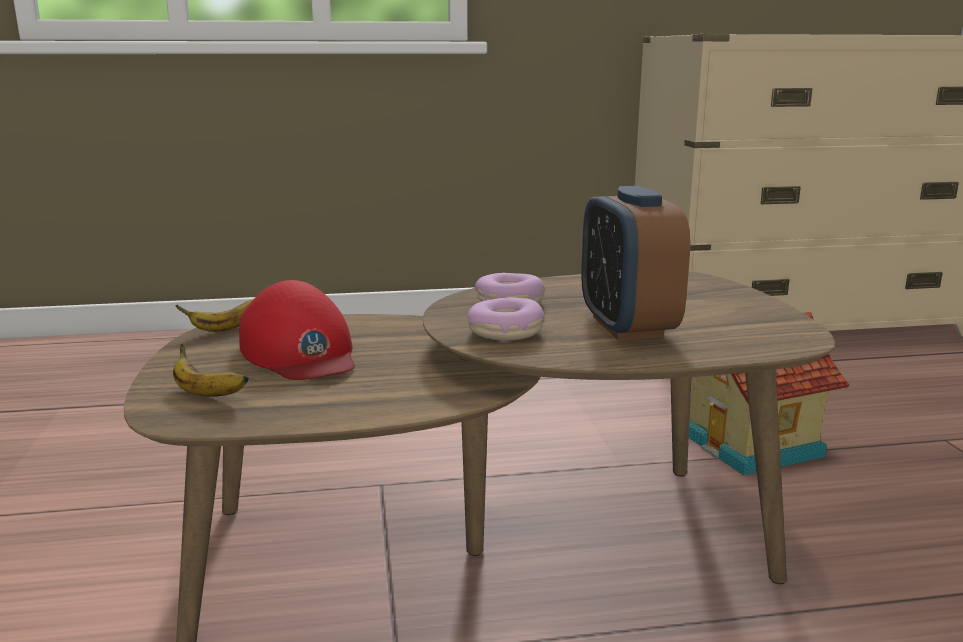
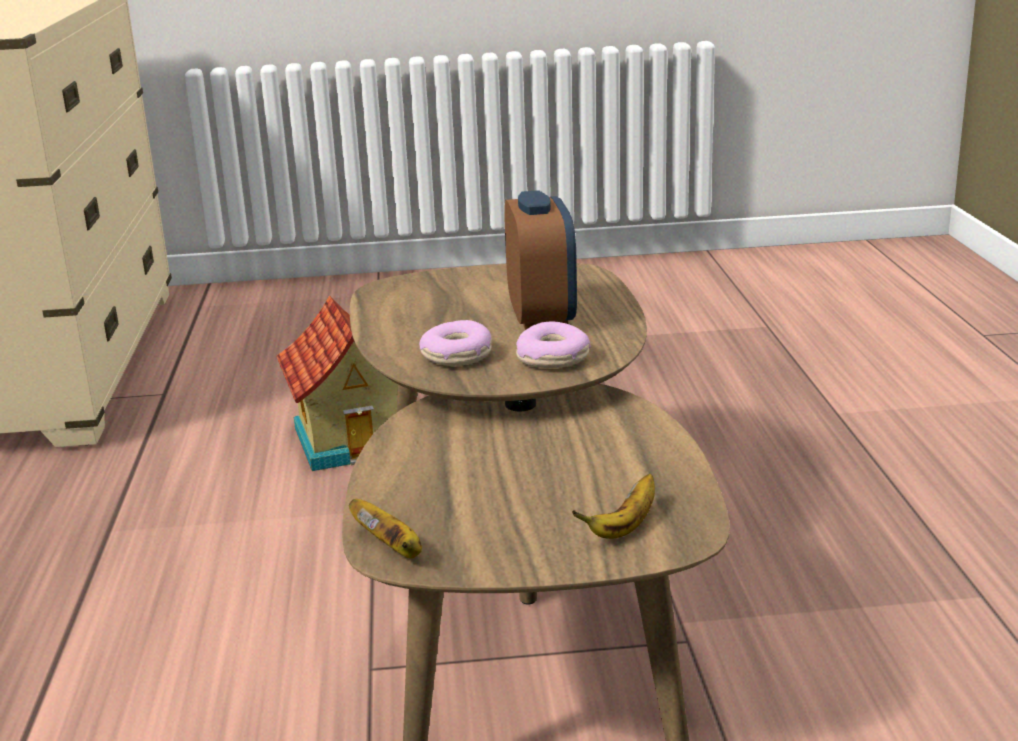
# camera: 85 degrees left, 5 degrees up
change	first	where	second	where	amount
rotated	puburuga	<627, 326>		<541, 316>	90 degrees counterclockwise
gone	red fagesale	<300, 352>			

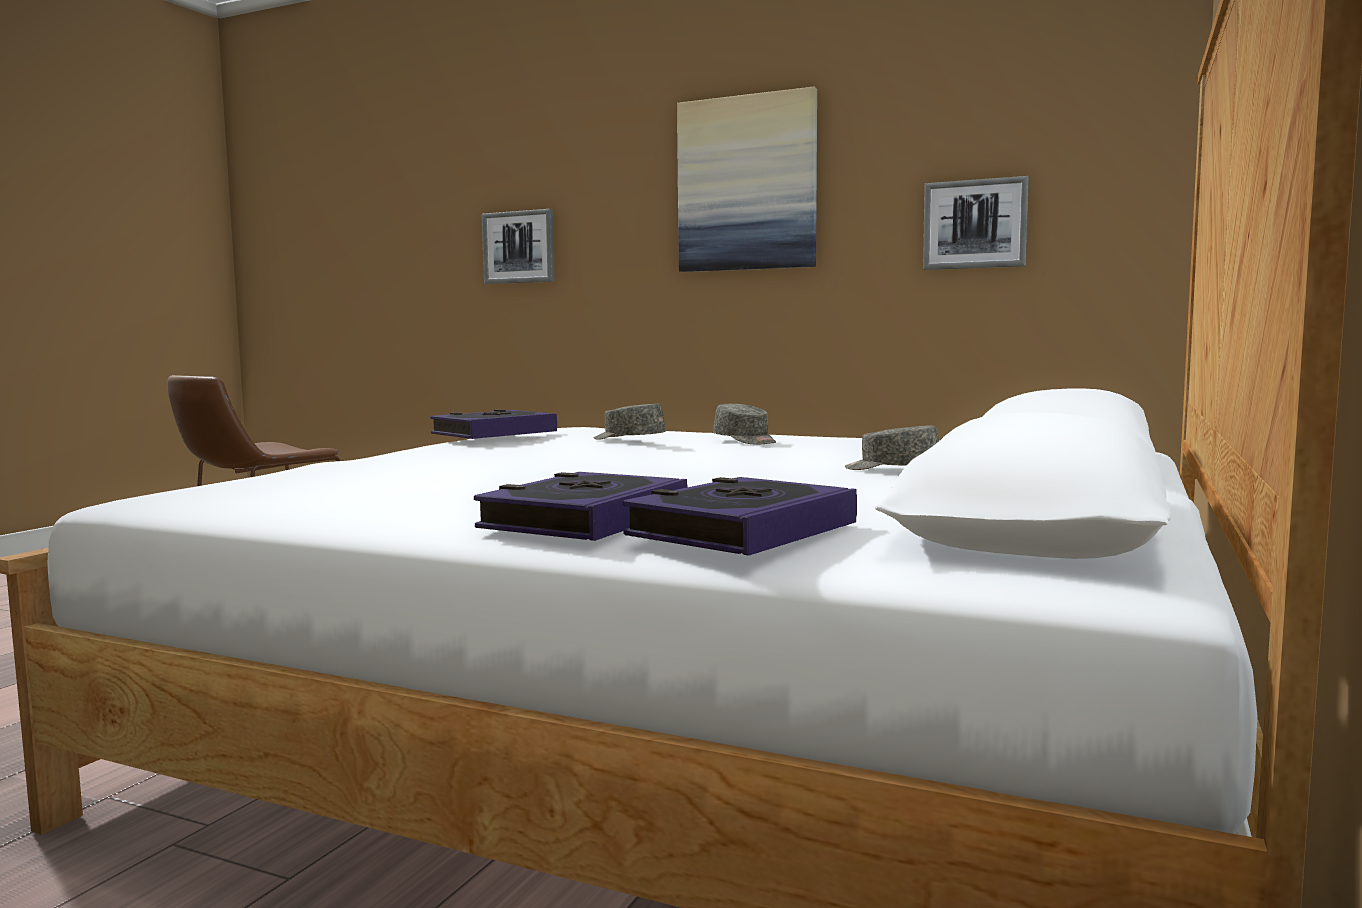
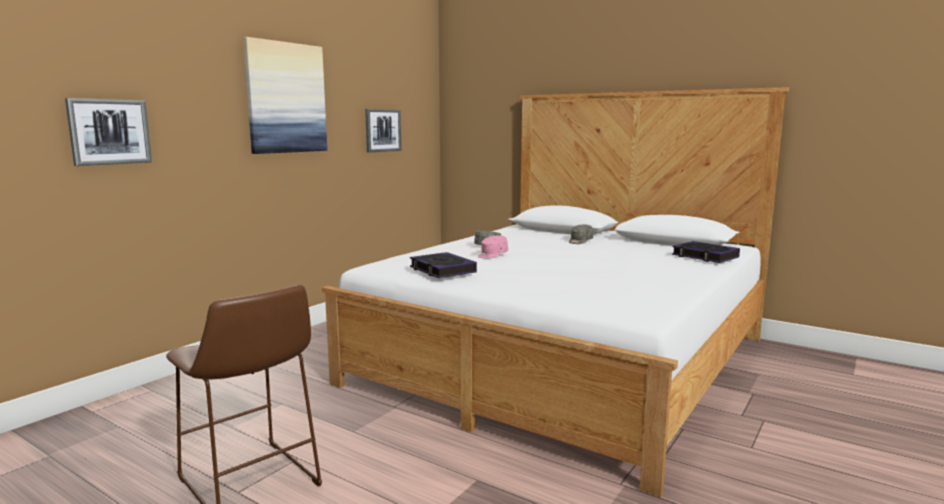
# camera: 80 degrees left, 5 degrees up
change	first	where	second	where	amount
repainted	grey fagesale	<628, 439>	pink fagesale	<492, 255>	
gone	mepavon	<585, 520>			

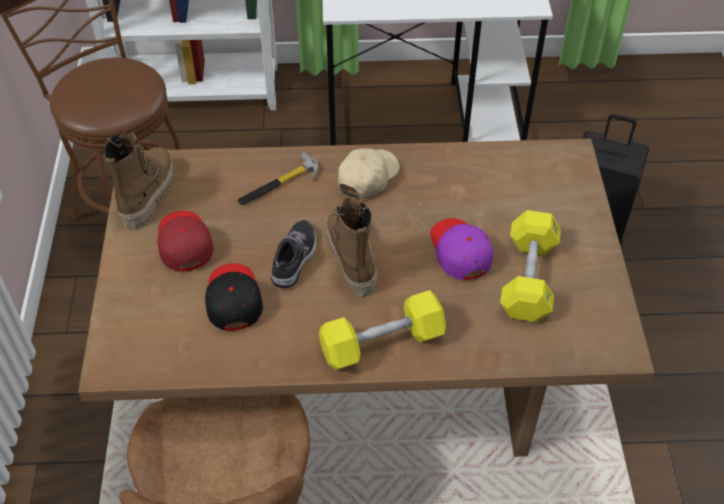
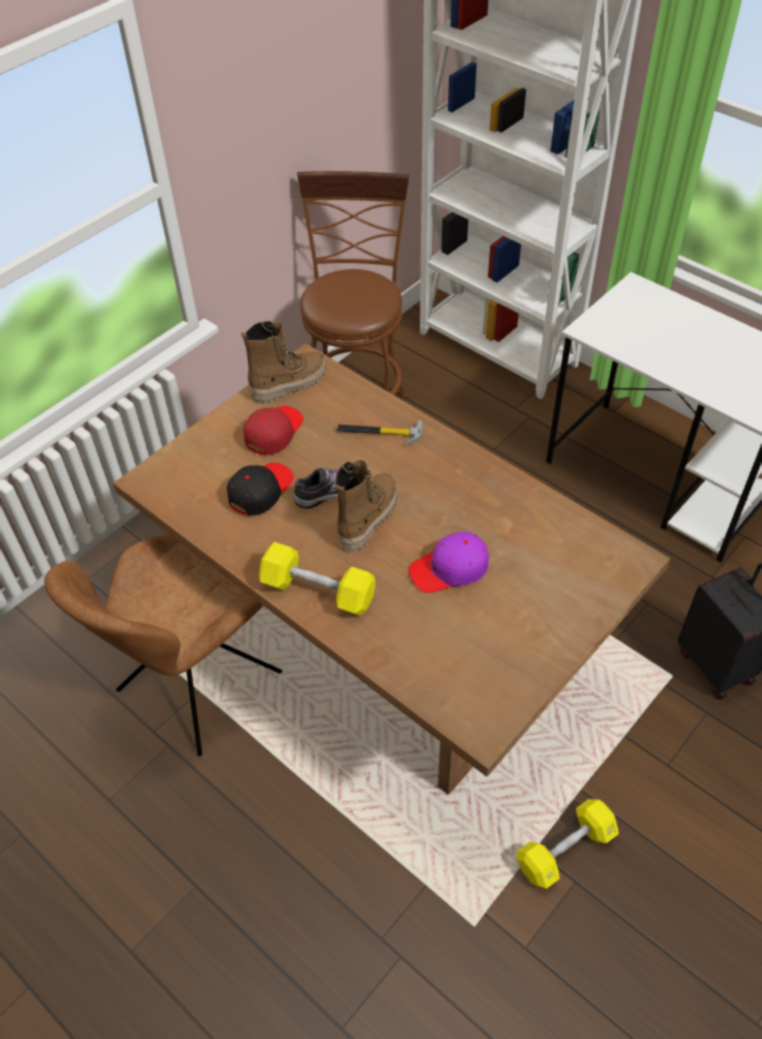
# camera: 45 degrees right, 0 degrees up
change	first	where	second	where	amount
gone	beige fagesale	<367, 177>			
shifted	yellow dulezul	<528, 278>		<565, 850>	
rotated	purple fagesale	<459, 252>		<449, 569>	135 degrees counterclockwise

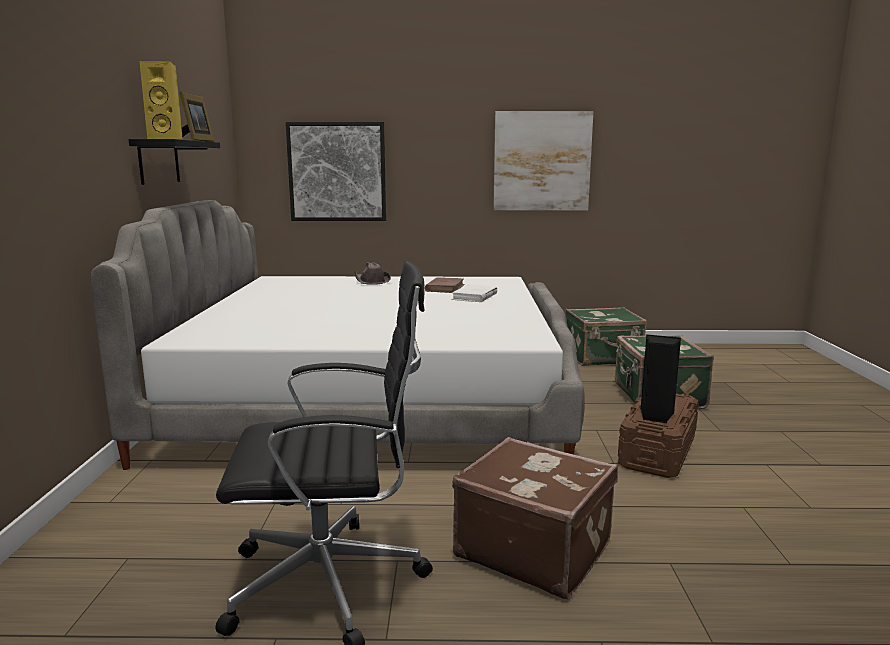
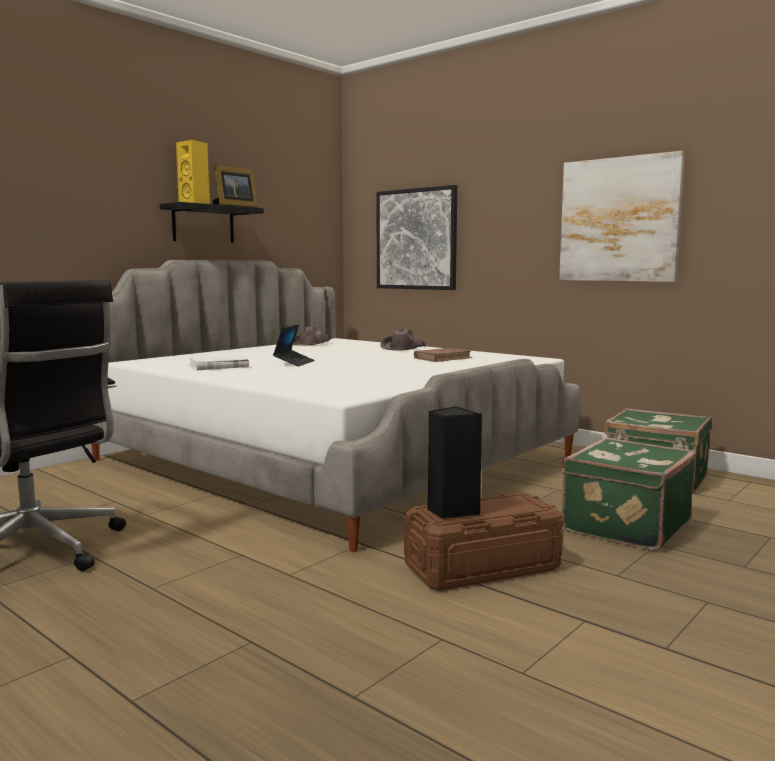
# camera: 40 degrees right, 5 degrees down
change	first	where	second	where	amount
shifted	white mepavon	<474, 296>		<218, 366>	
gone	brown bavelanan	<533, 549>			
new			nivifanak	<294, 363>	
new			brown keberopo	<312, 343>	

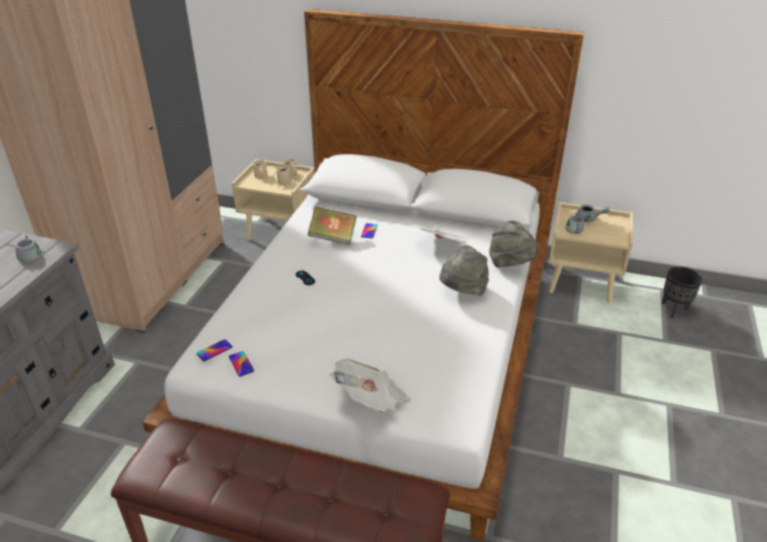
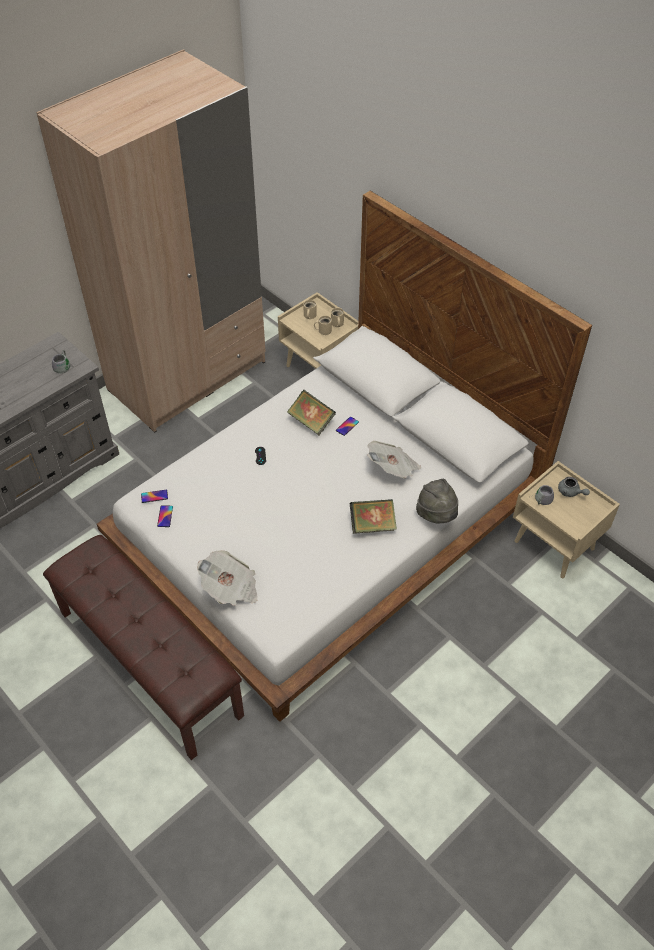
# camera: 30 degrees right, 15 degrees up
change	first	where	second	where	amount
swapped	grey keberopo	<463, 292>	mepavon	<372, 525>	
gone	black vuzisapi	<674, 310>			

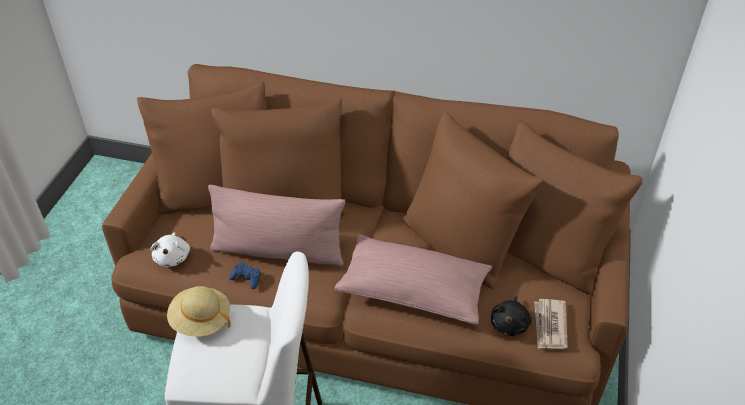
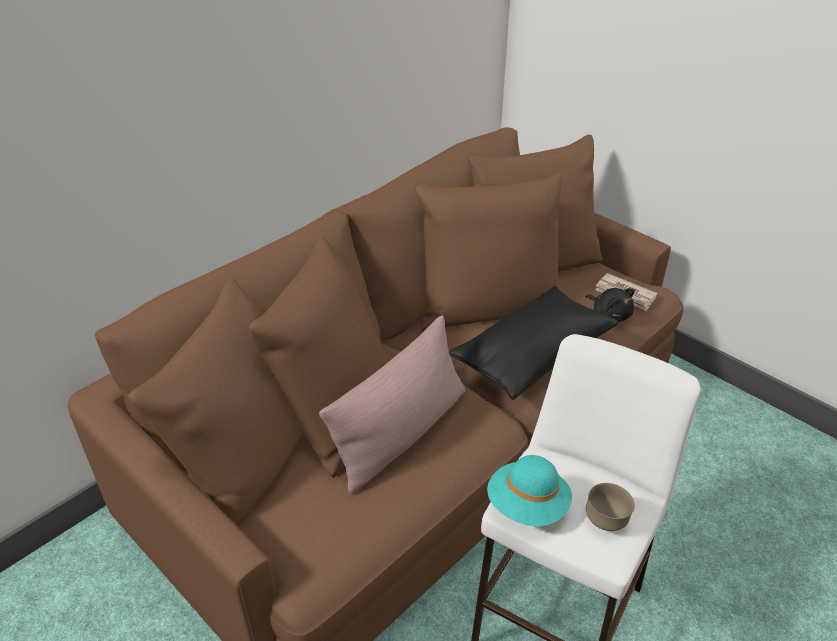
# camera: 60 degrees left, 5 degrees down
change	first	where	second	where	amount
gone	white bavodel	<173, 257>			
repainted	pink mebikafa	<413, 291>	black mebikafa	<532, 355>	
gone	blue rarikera	<246, 278>			
repainted	beige keberopo	<201, 321>	turquoise keberopo	<527, 506>	
new			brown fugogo	<606, 521>	

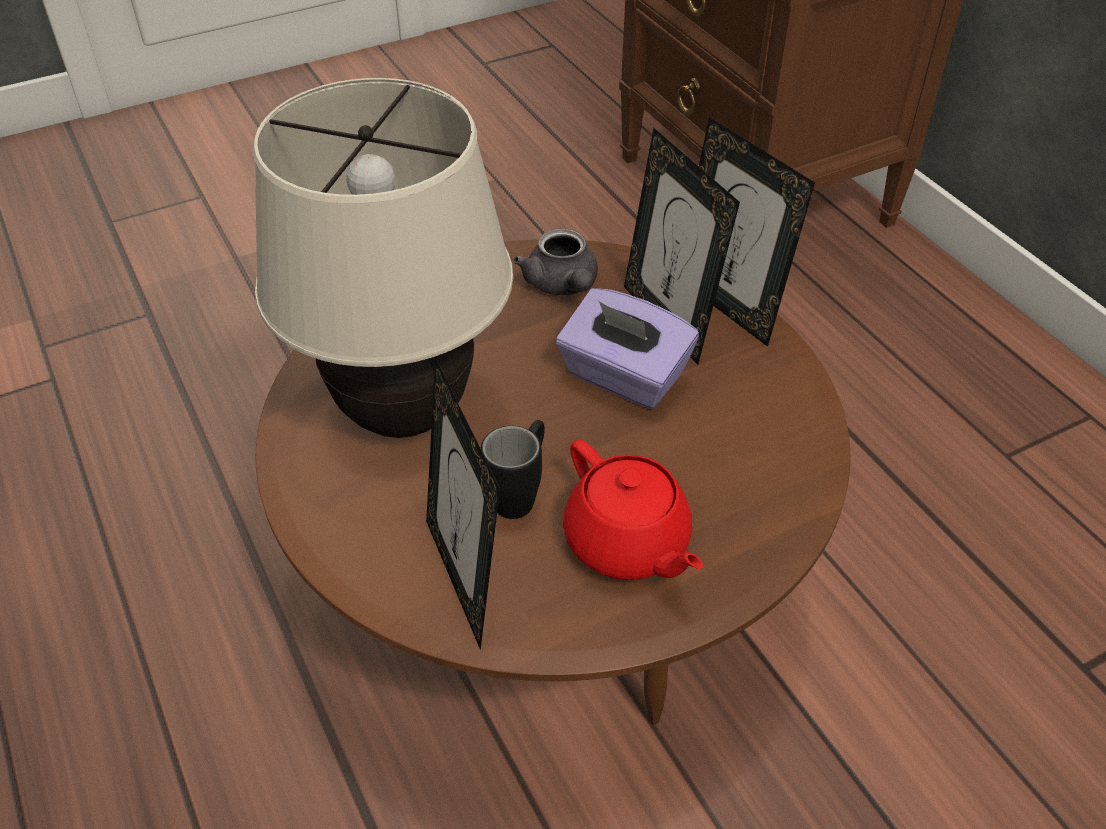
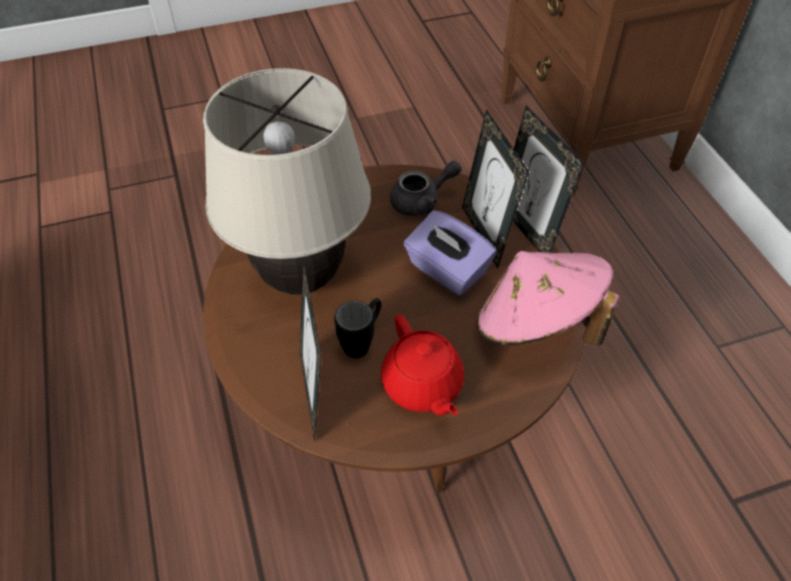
# camera: 10 degrees right, 5 degrees up
change	first	where	second	where	amount
rotated	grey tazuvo	<563, 286>		<422, 201>	105 degrees counterclockwise
new			pink keberopo	<536, 325>	

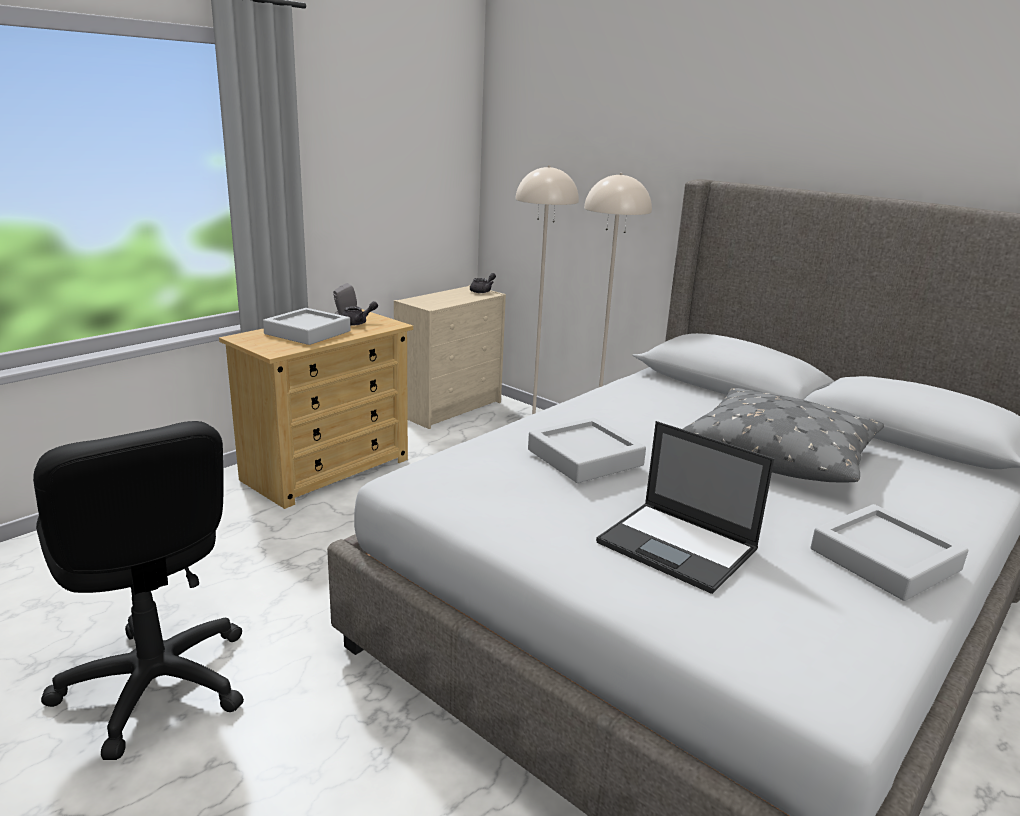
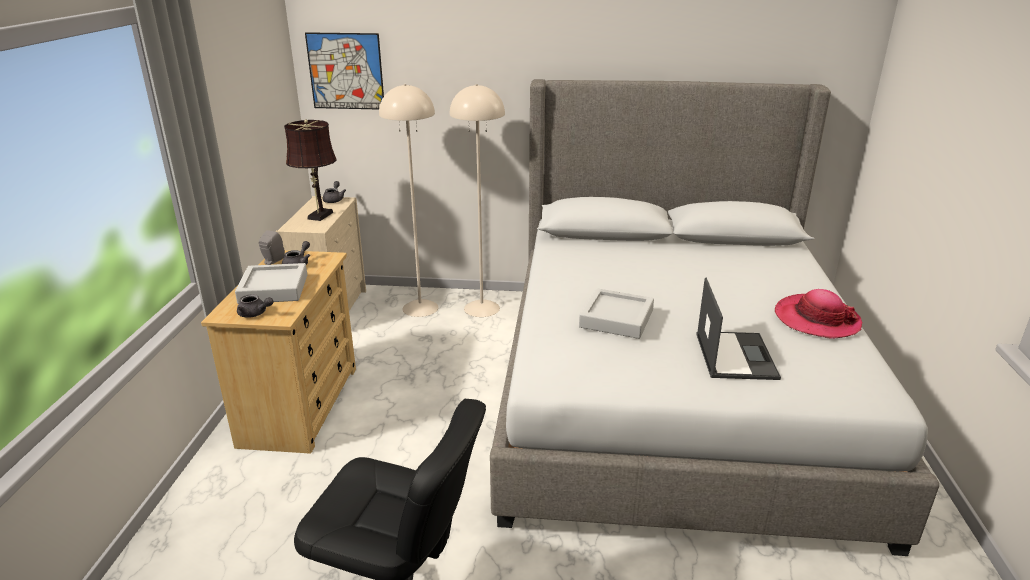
# camera: 35 degrees left, 5 degrees up
change	first	where	second	where	amount
gone	grey mebikafa	<780, 453>			
rotated	nivifanak	<679, 547>		<735, 355>	90 degrees counterclockwise
swapped	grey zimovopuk	<884, 559>	keberopo	<816, 319>	
new			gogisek	<346, 71>	
new			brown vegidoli	<318, 216>	
new			grey tazuvo	<255, 314>	

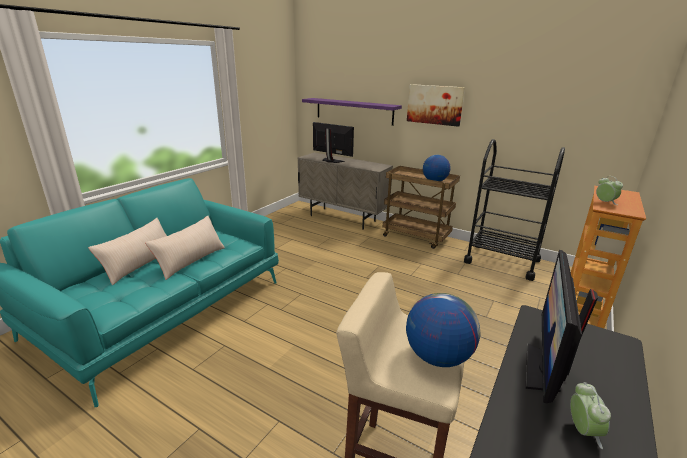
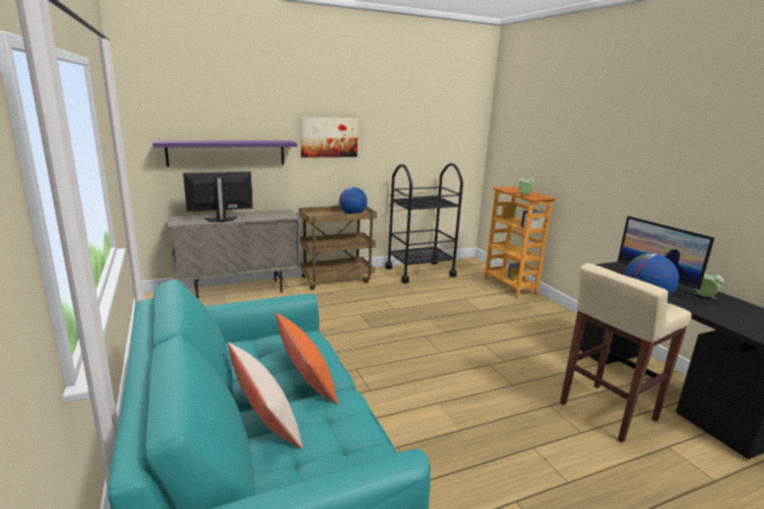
# camera: 55 degrees left, 5 degrees down
change	first	where	second	where	amount
repainted	beige mebikafa	<191, 260>	orange mebikafa	<305, 376>	

